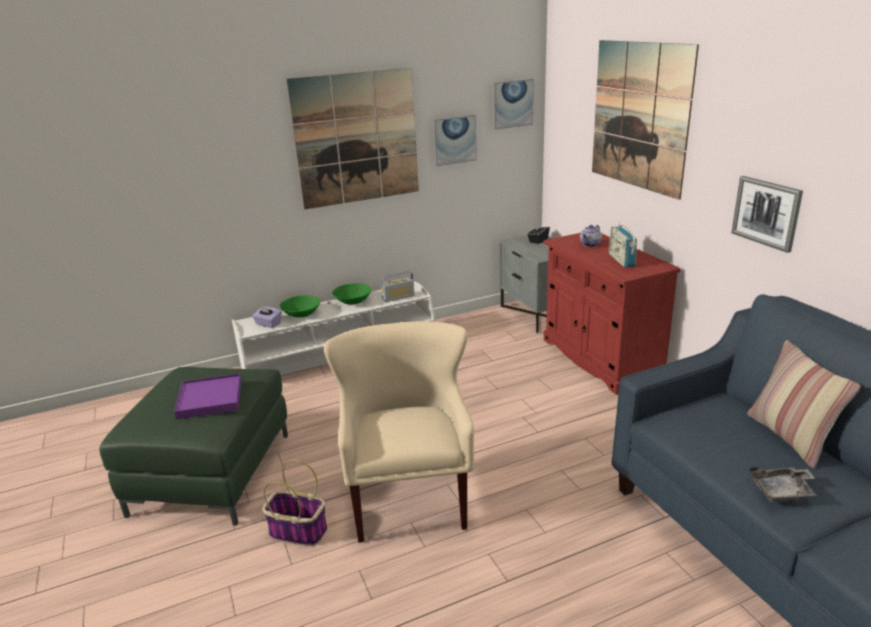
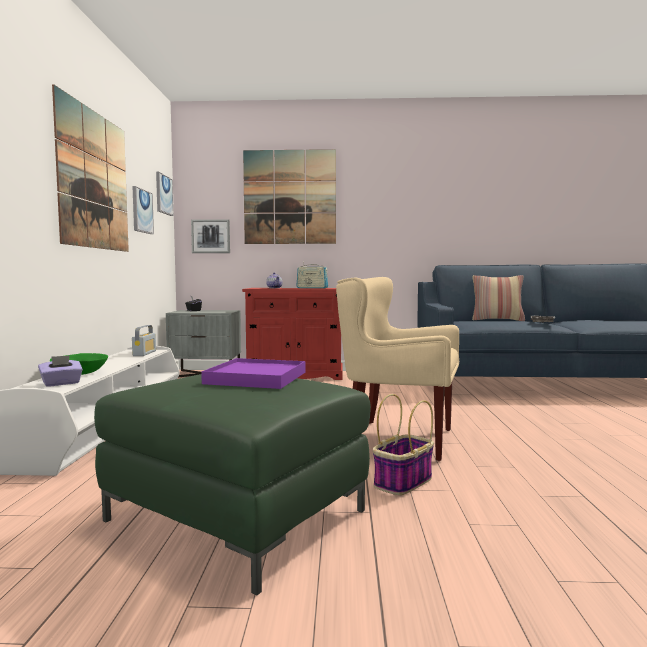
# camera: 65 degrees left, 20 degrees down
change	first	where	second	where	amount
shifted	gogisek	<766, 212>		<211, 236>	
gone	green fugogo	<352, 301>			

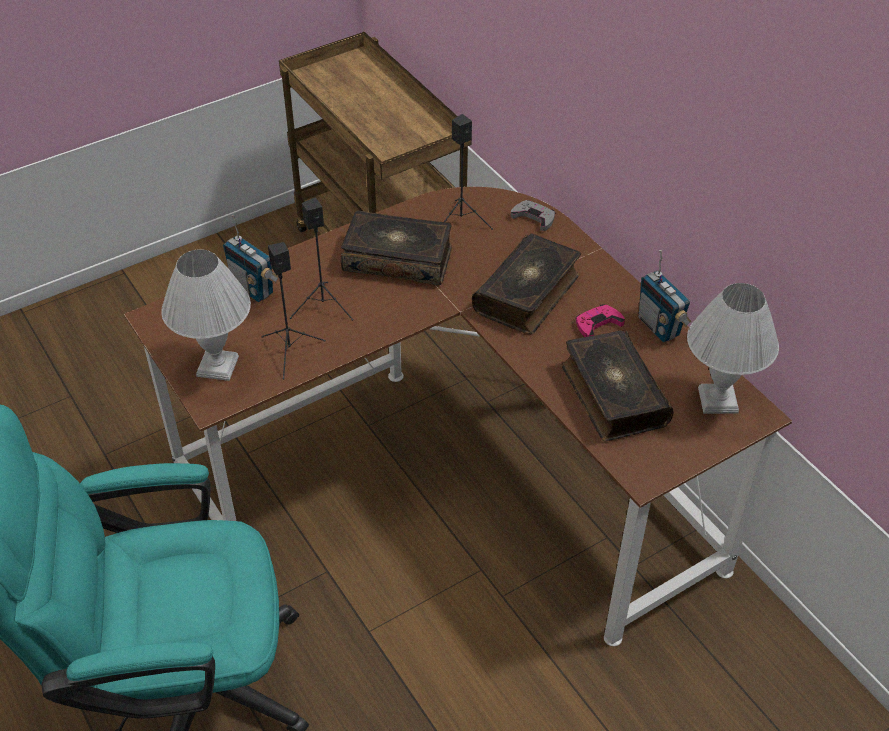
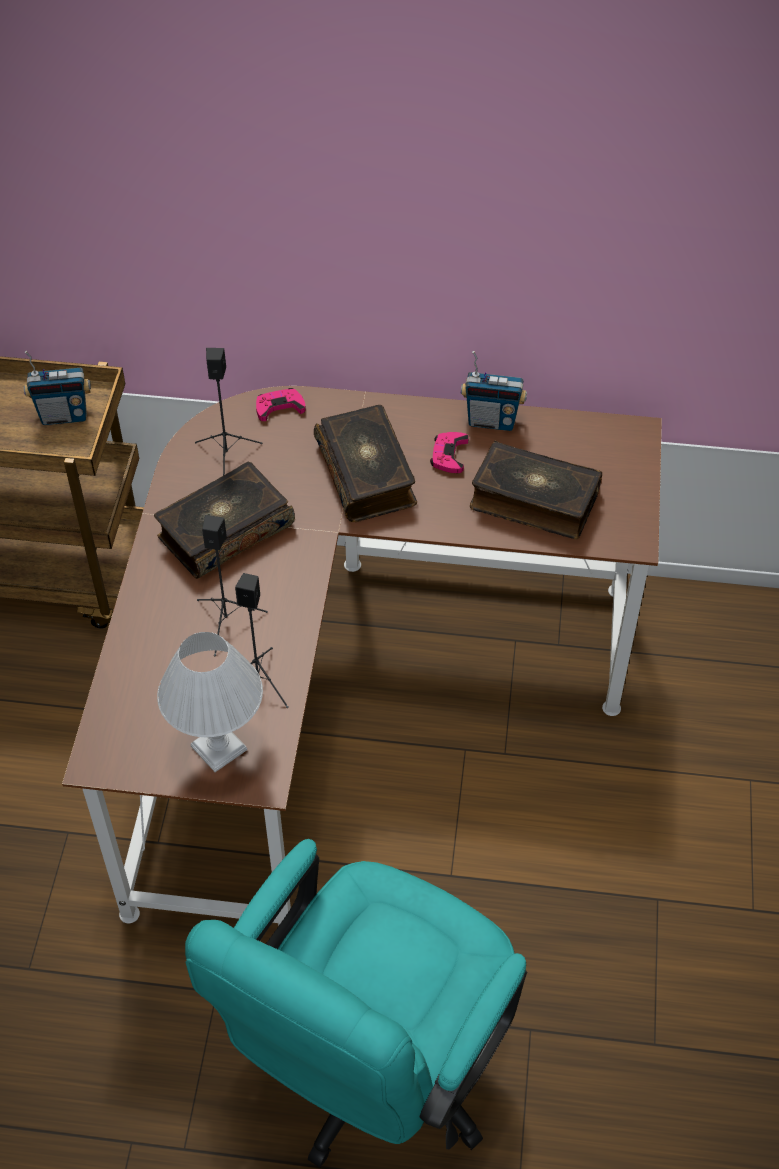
# camera: 50 degrees left, 5 degrees up
change	first	where	second	where	amount
repainted	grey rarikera	<534, 217>	pink rarikera	<279, 407>	
shifted	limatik	<253, 289>		<64, 416>	
gone	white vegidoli	<717, 399>			

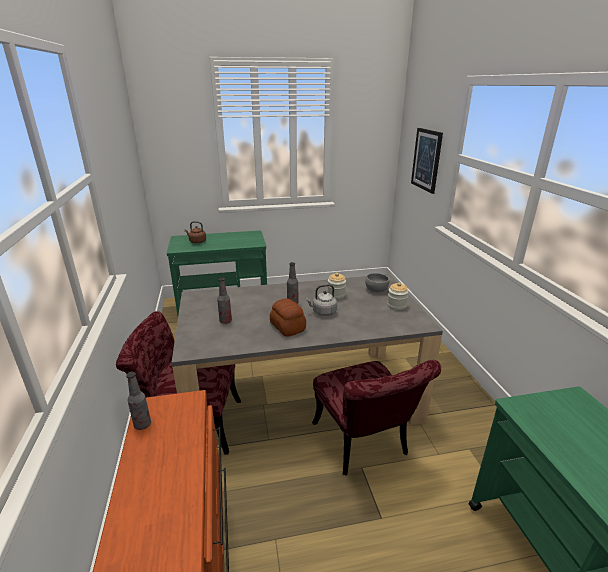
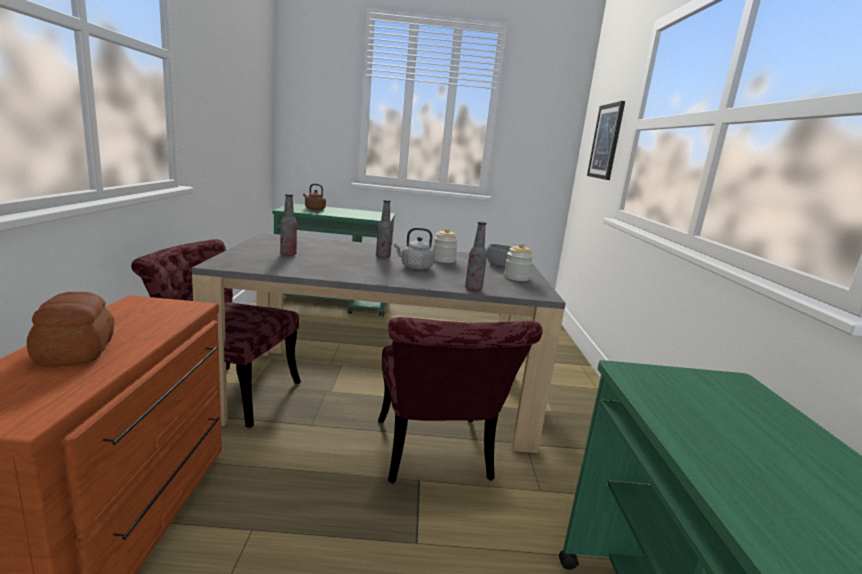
# camera: 10 degrees right, 10 degrees down
change	first	where	second	where	amount
shifted	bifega	<287, 327>		<74, 352>	
shifted	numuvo	<142, 425>		<473, 289>	

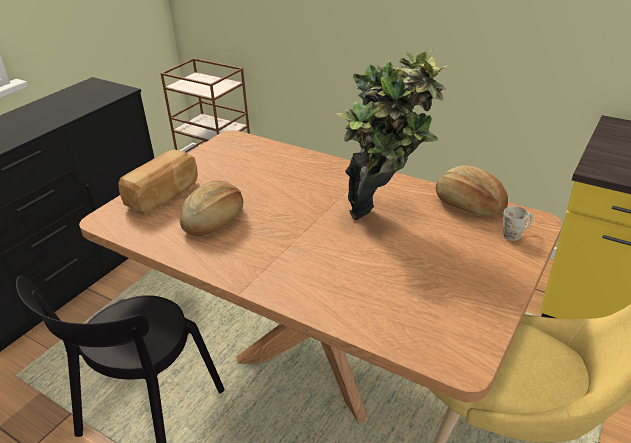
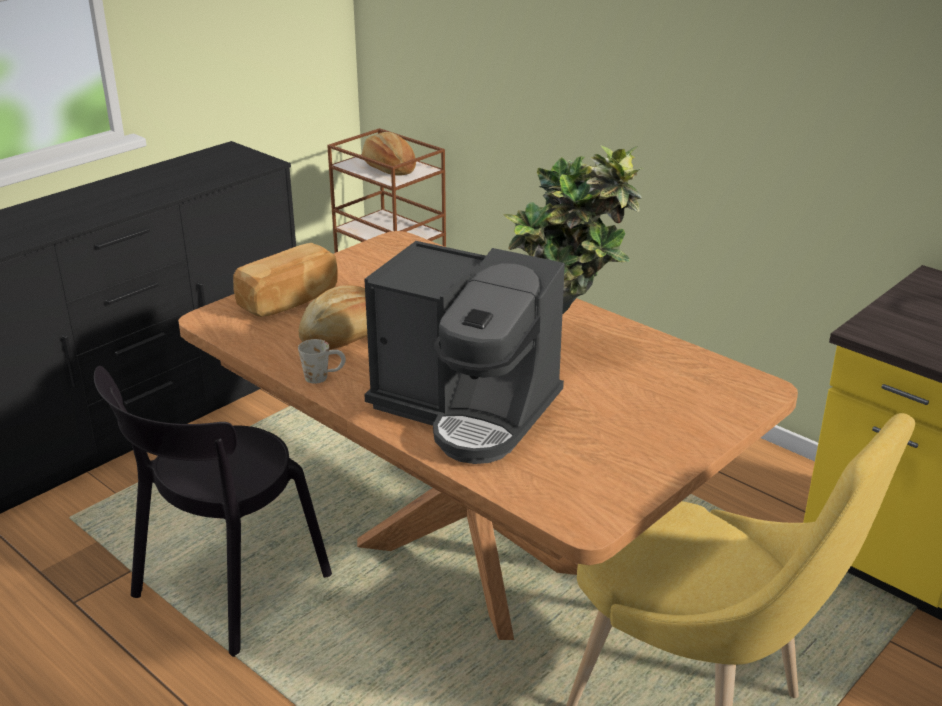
# camera: 10 degrees right, 5 degrees down
change	first	where	second	where	amount
shifted	bifega	<468, 204>		<389, 168>	
shifted	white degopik	<516, 234>		<323, 377>	
new			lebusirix	<466, 410>	

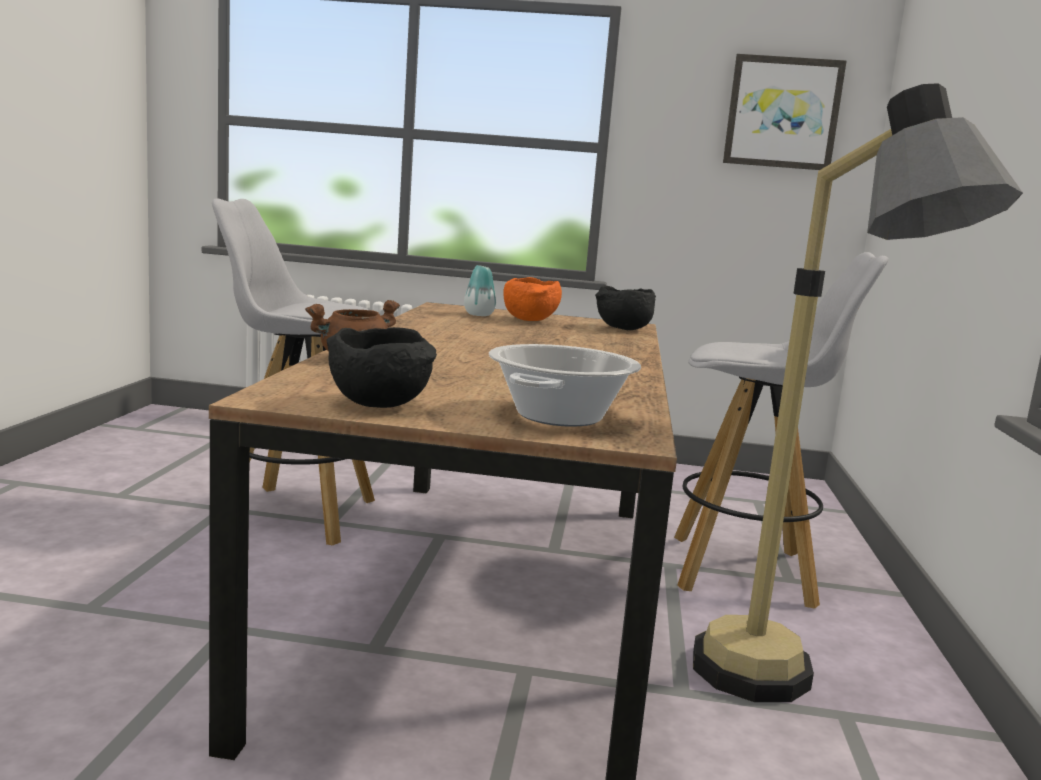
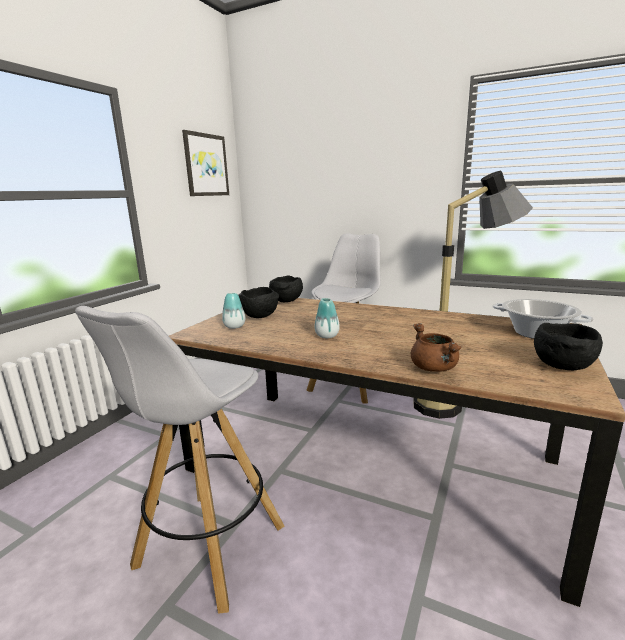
# camera: 70 degrees left, 5 degrees up
change	first	where	second	where	amount
repainted	orange fugogo	<530, 321>	black fugogo	<260, 316>	
new			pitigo	<327, 336>	

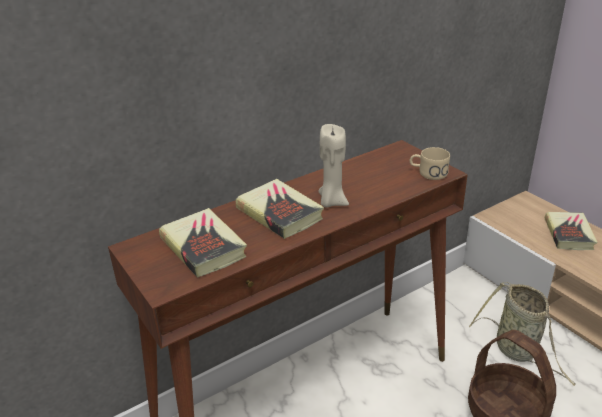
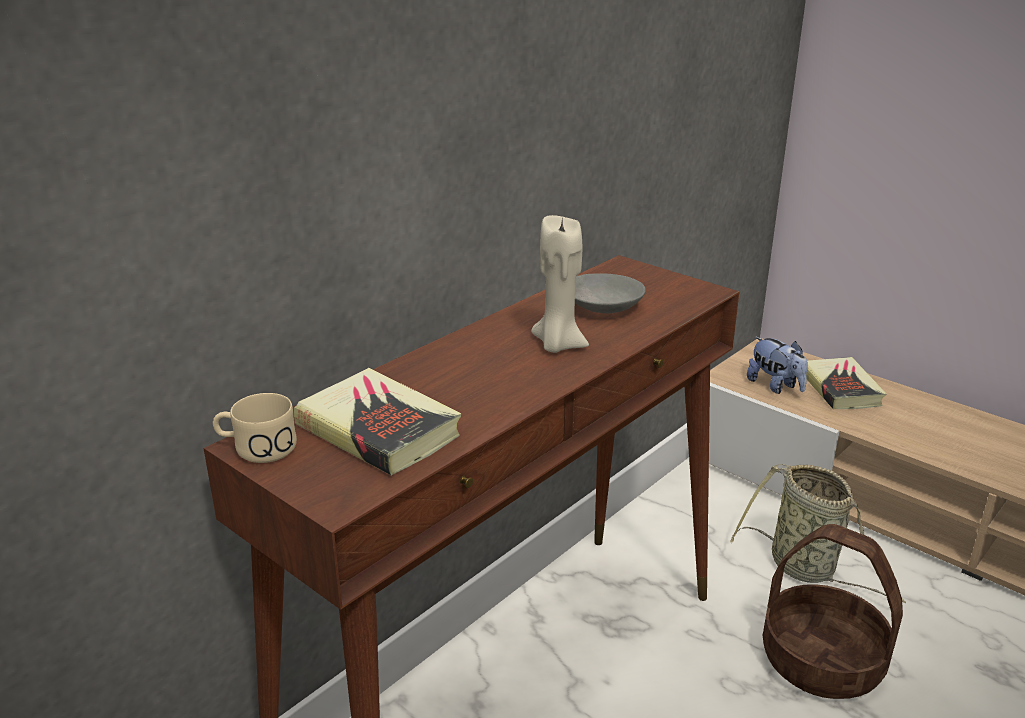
# camera: 15 degrees left, 5 degrees down
change	first	where	second	where	amount
shifted	beige degopik	<428, 173>		<256, 448>	
gone	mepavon	<279, 213>			
new			grey fugogo	<603, 306>	
new			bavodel	<775, 386>	

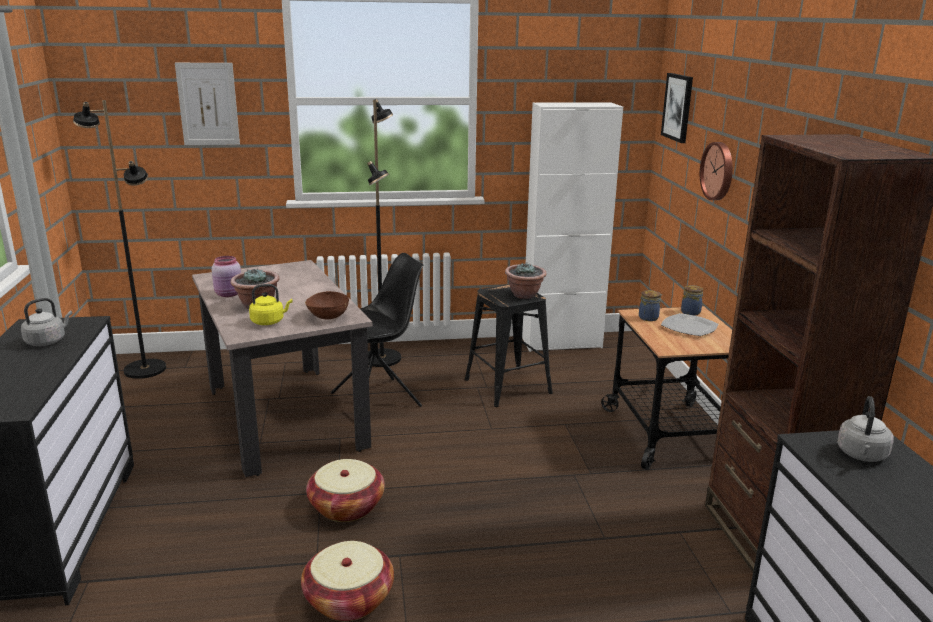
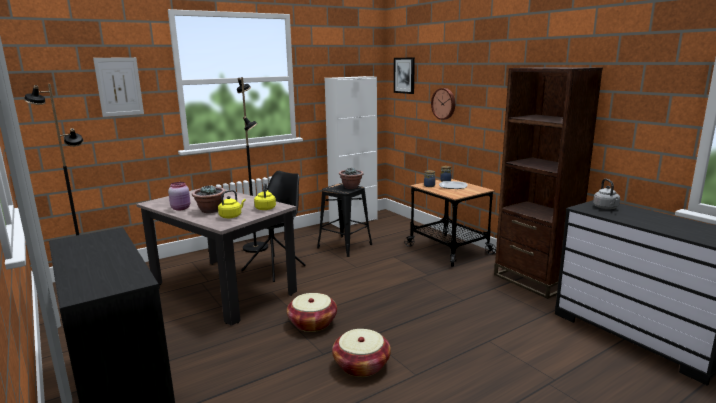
# camera: 25 degrees left, 5 degrees down
change	first	where	second	where	amount
swapped	brown fugogo	<327, 316>	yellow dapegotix	<265, 208>	
gone	grey dapegotix	<48, 341>			

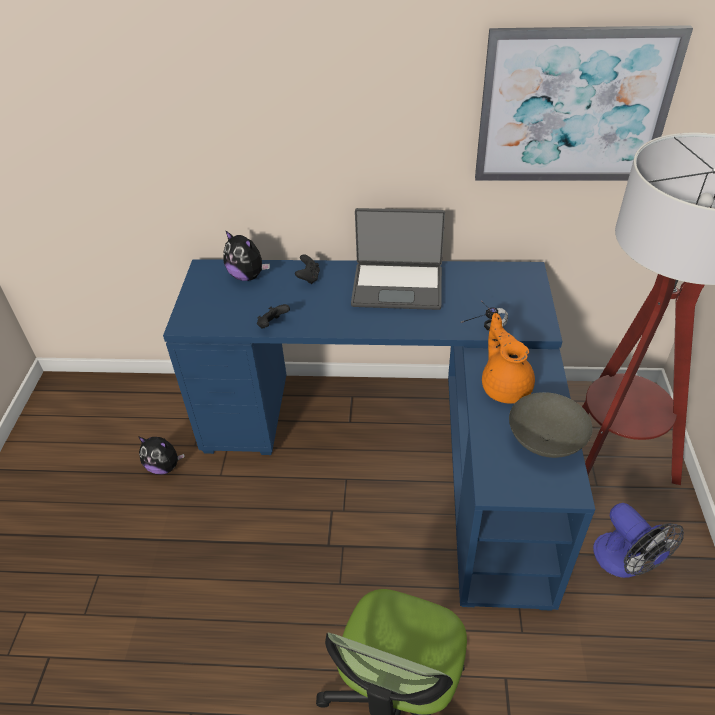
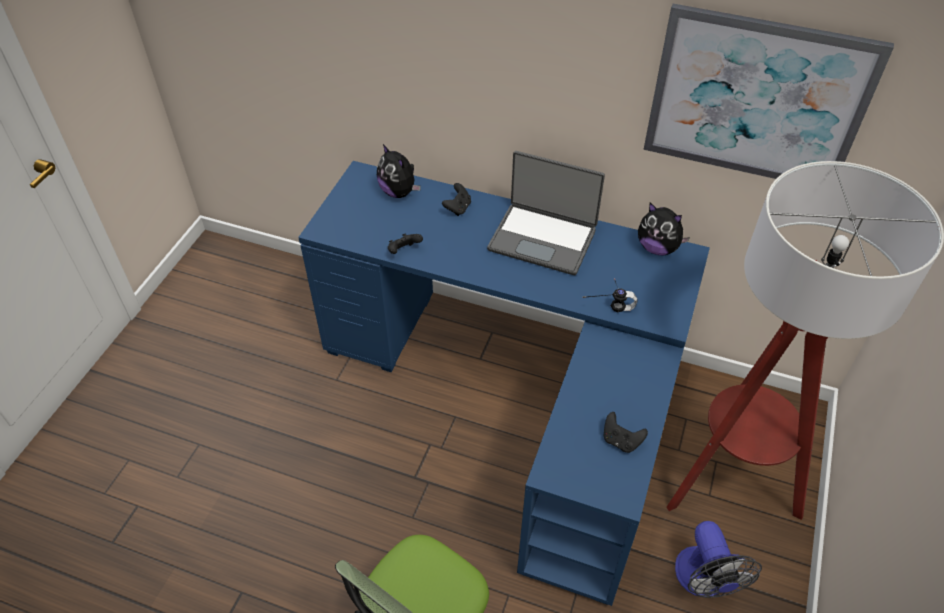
# camera: 15 degrees right, 5 degrees up
change	first	where	second	where	amount
gone	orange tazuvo	<505, 386>			
swapped	grey fugogo	<544, 441>	black rarikera	<621, 441>	
shifted	bavodel	<164, 466>		<657, 248>	

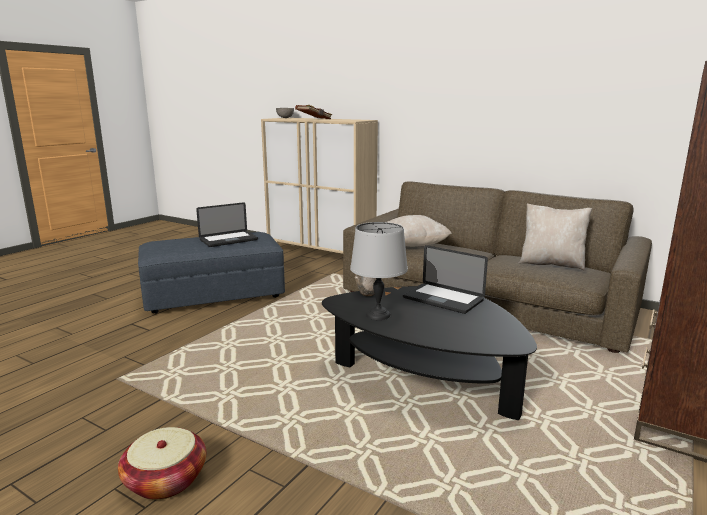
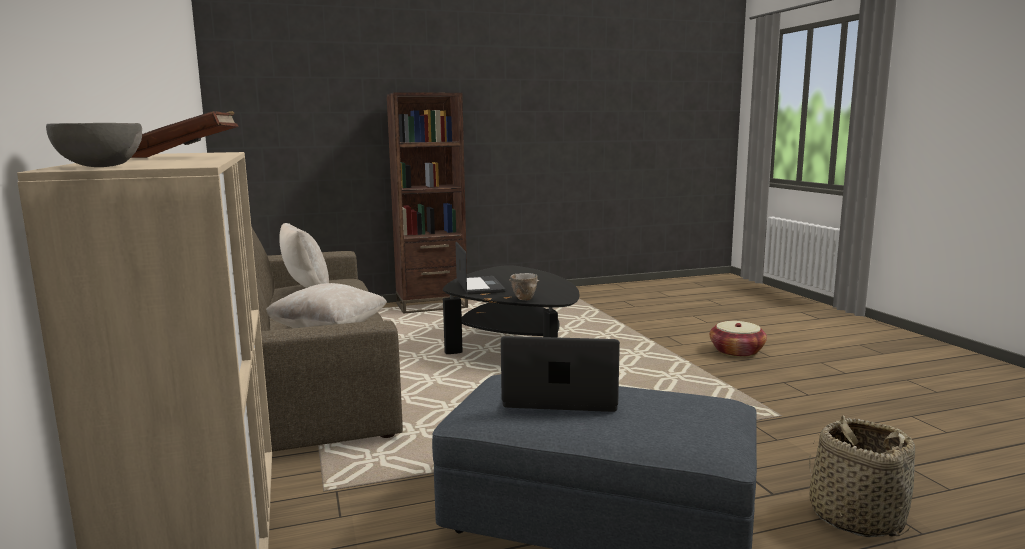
# camera: 140 degrees left, 5 degrees down
change	first	where	second	where	amount
gone	grey vegidoli	<378, 315>			
new			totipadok	<855, 517>	

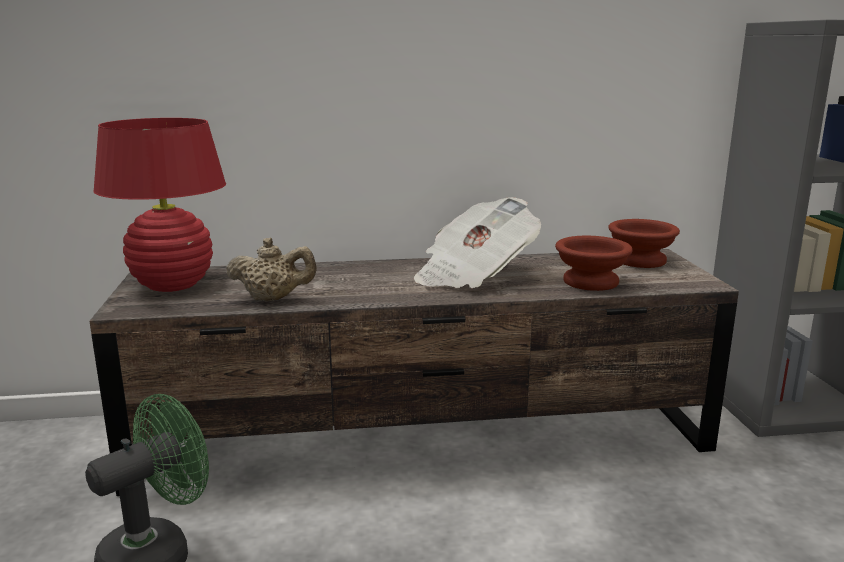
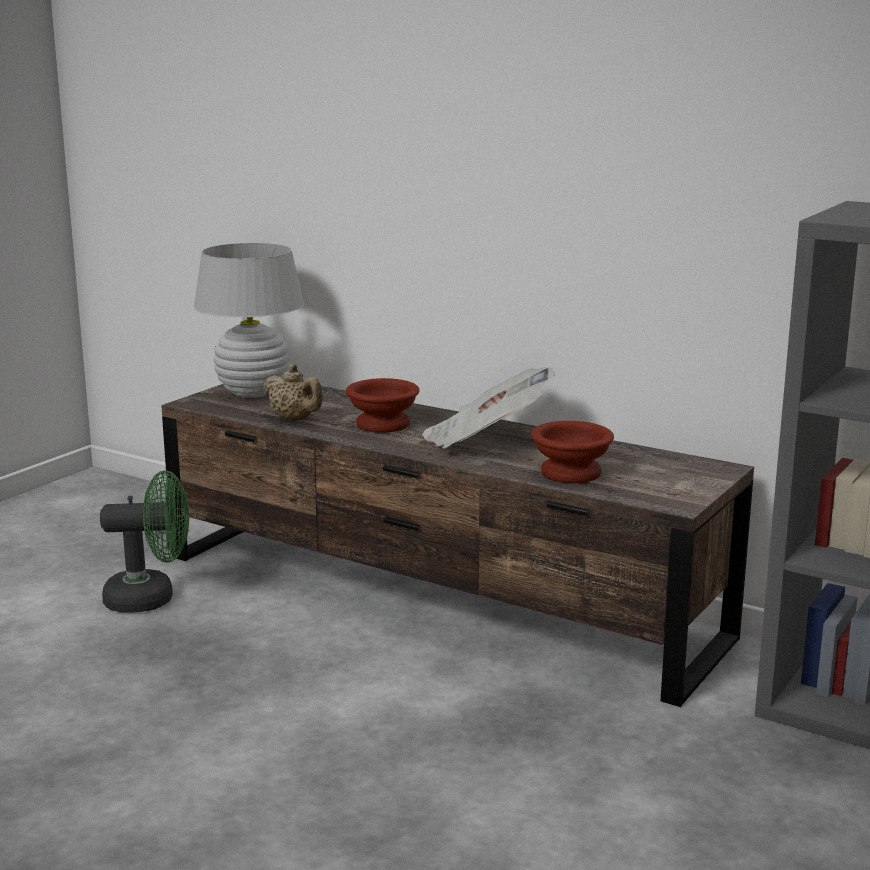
# camera: 40 degrees right, 0 degrees up
change	first	where	second	where	amount
repainted	red vegidoli	<172, 285>	white vegidoli	<253, 392>	
shifted	brown fugogo	<639, 261>		<380, 424>	

